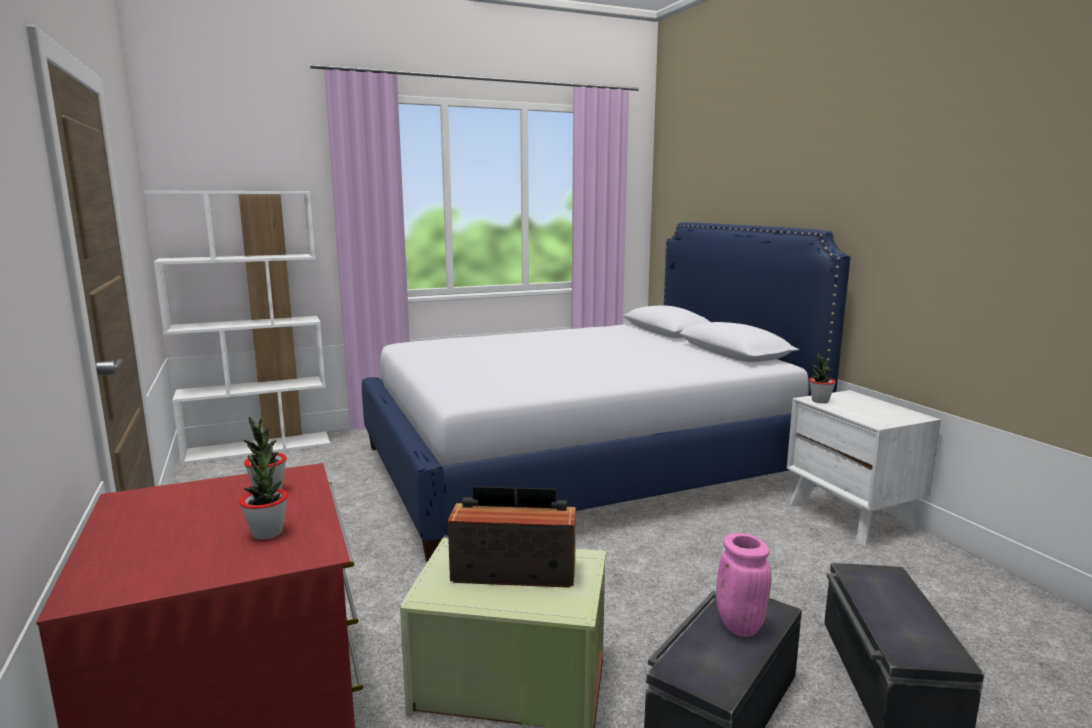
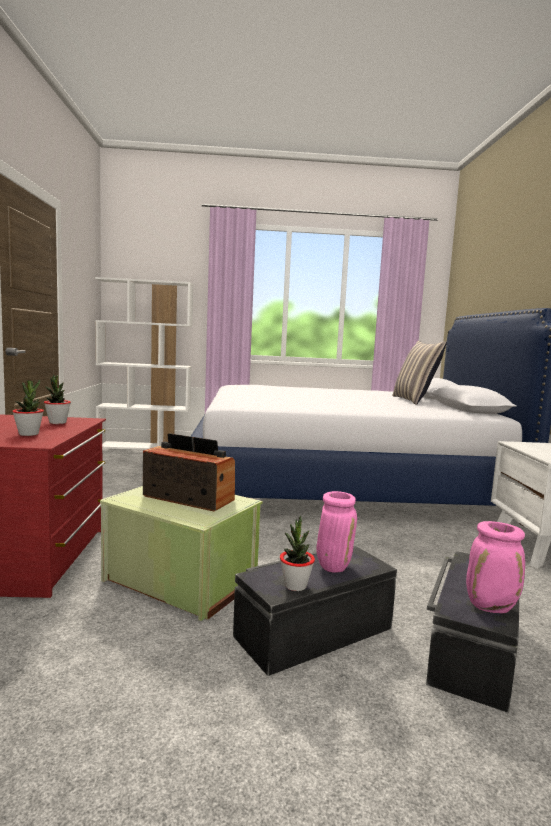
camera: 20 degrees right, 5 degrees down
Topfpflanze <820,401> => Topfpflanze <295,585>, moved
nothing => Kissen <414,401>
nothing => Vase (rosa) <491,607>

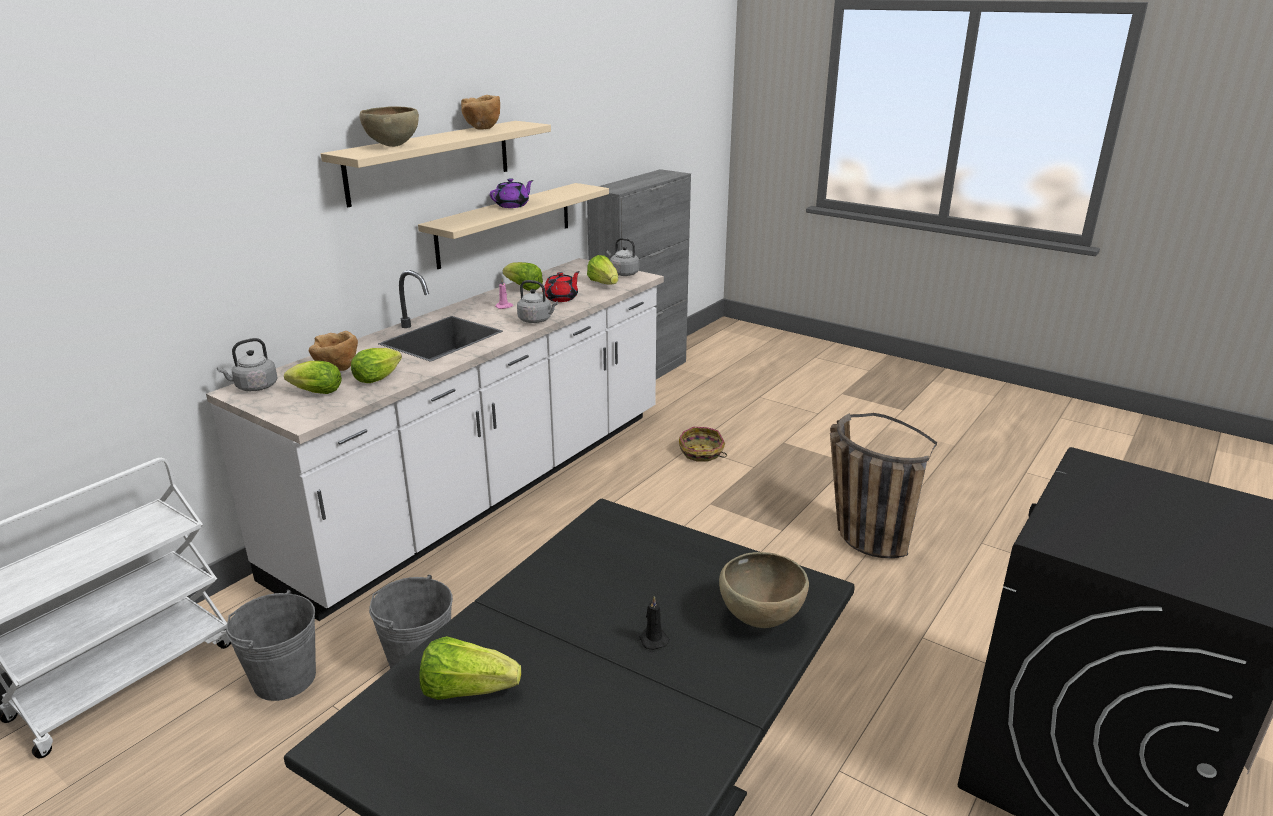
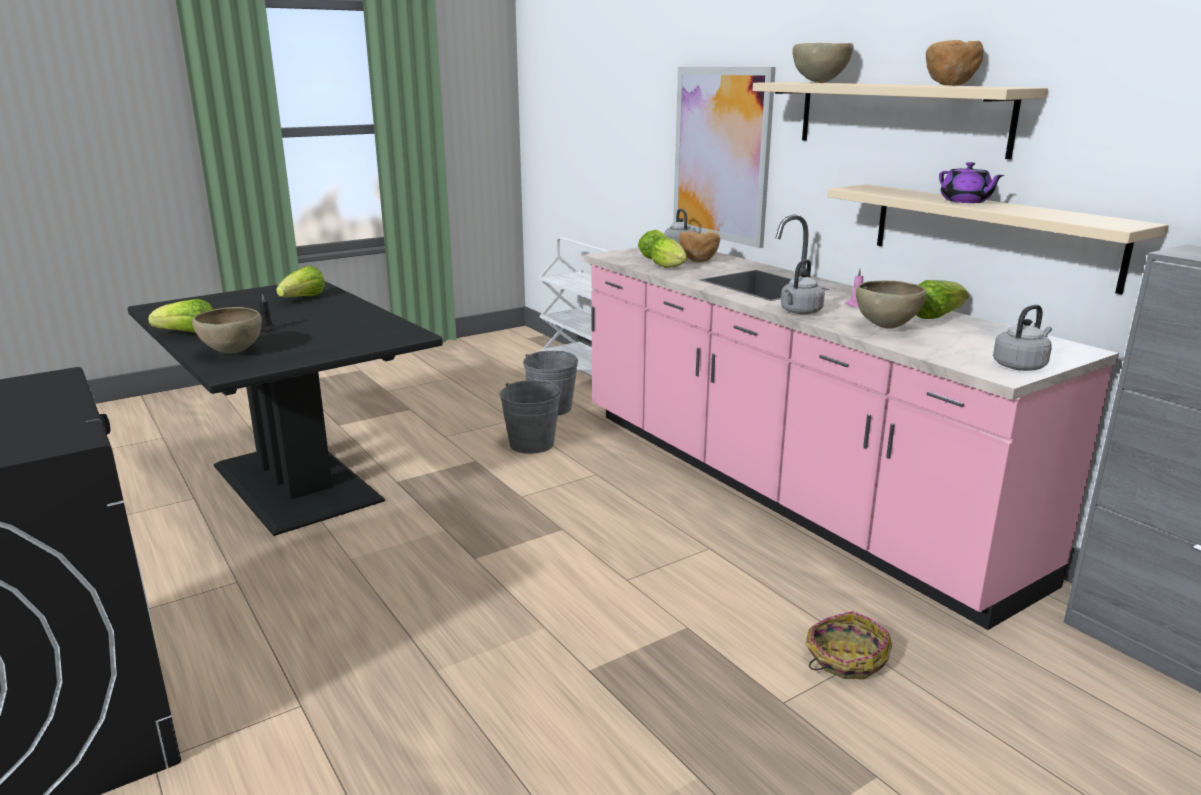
camera: 110 degrees right, 5 degrees down
Salatkopf <604,284> => Salatkopf <188,334>, moved
Küchenzeile (weiß) <487,489> => Küchenzeile (rosa) <780,489>
Teekanne (rot) <561,298> => Schüssel (braun) <887,327>
Korb <858,532> => nothing
nothing => Bild <721,154>

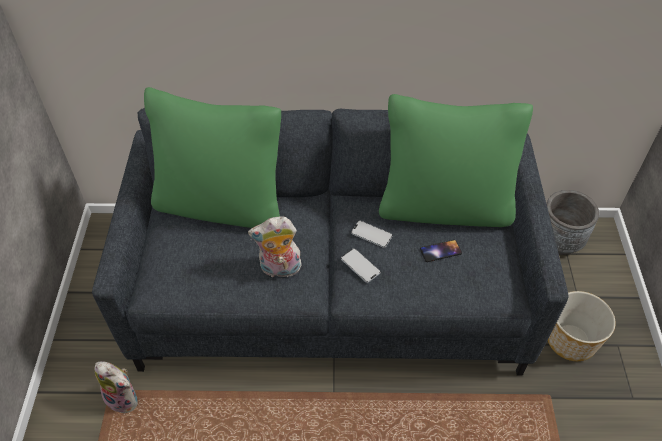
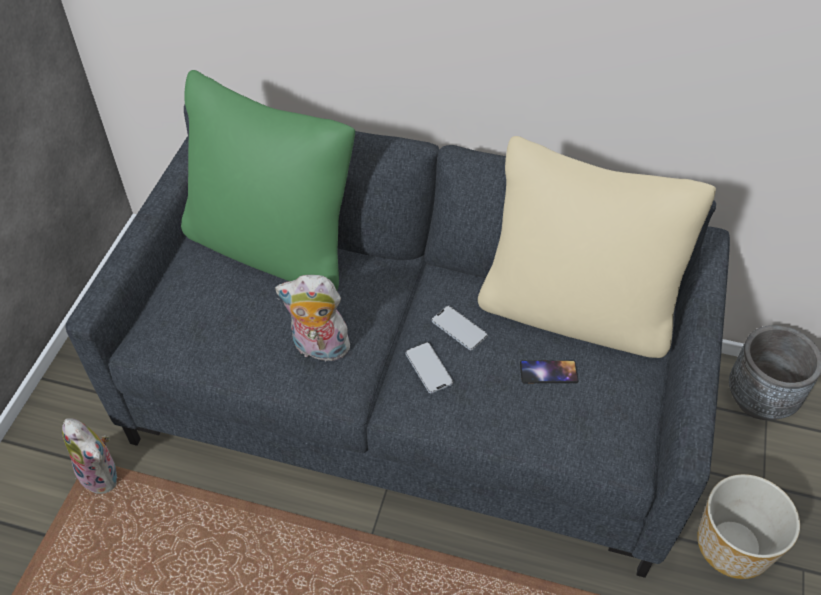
camera: 15 degrees right, 0 degrees up
Kissen (grün) <444,207> => Kissen (beige) <575,311>

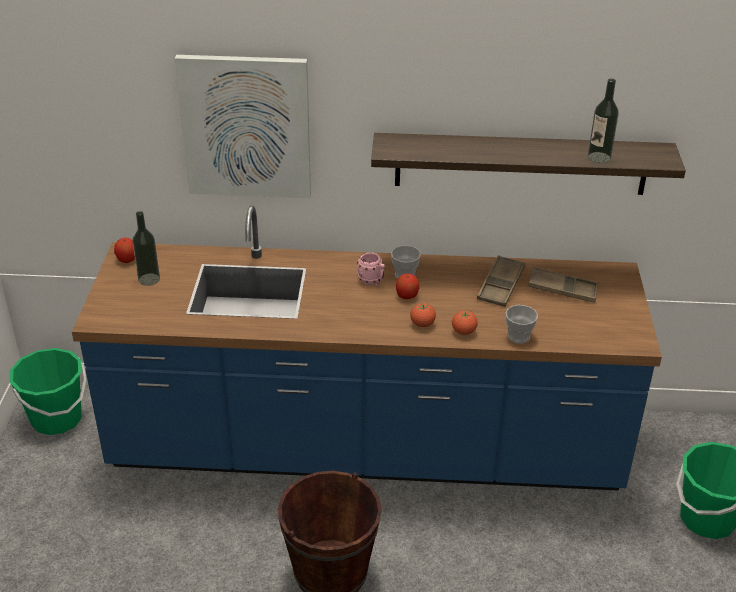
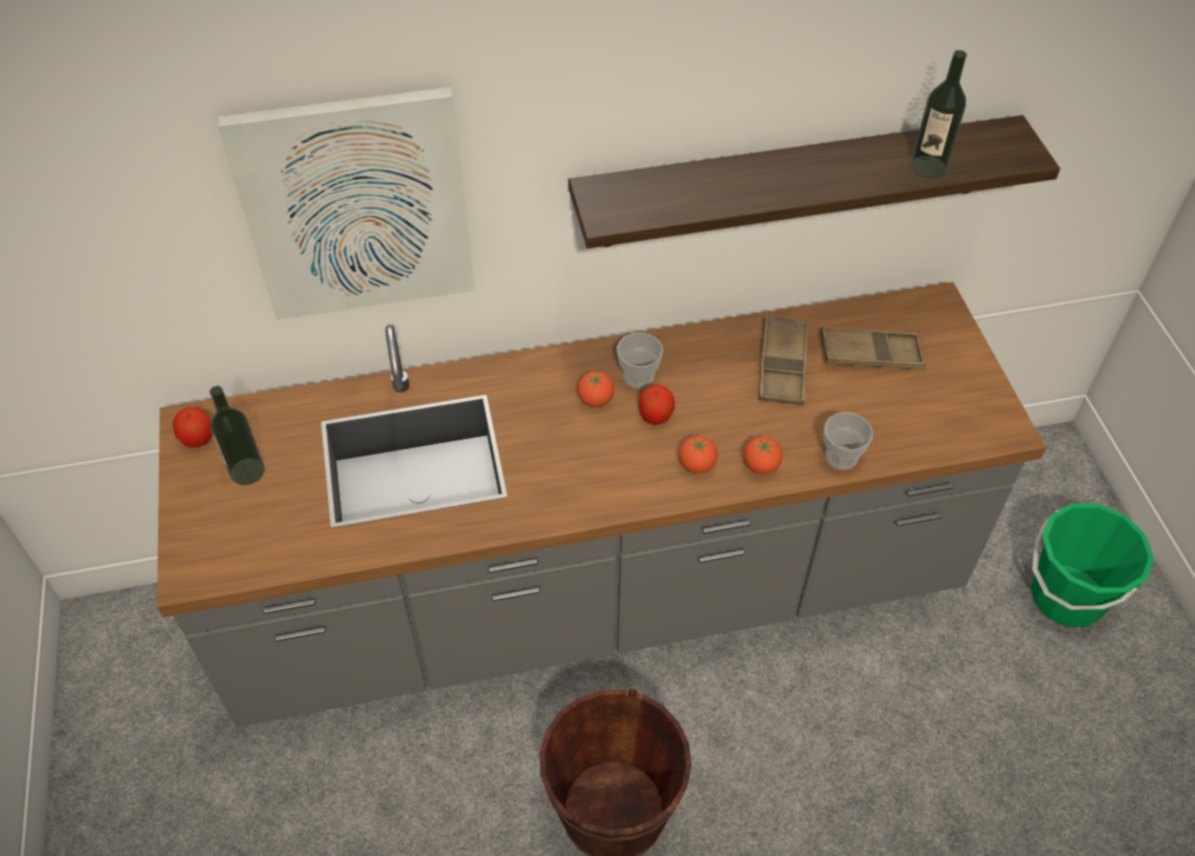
camera: 15 degrees left, 15 degrees up
Küchenzeile (blau) <366,449> => Küchenzeile (grau) <597,595>
Henkelbecher (rosa) <372,282> => Tomate <595,400>
Eimer (grün) <57,418> => nothing

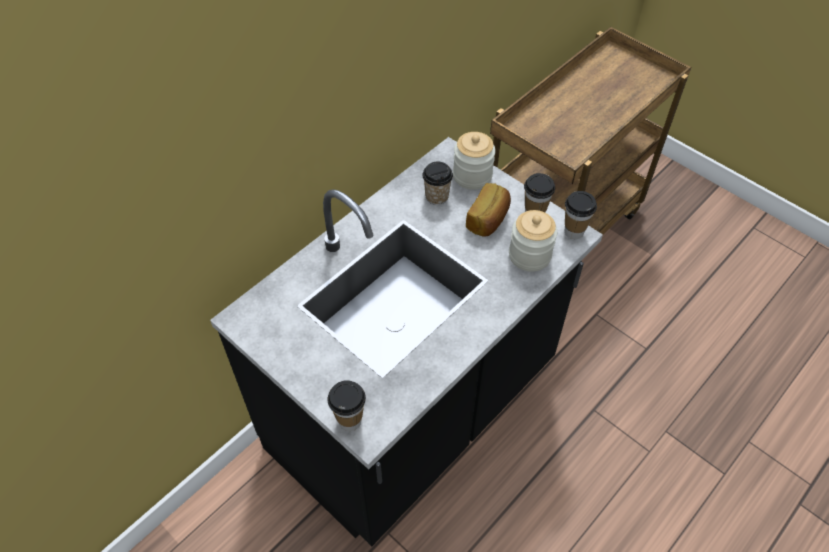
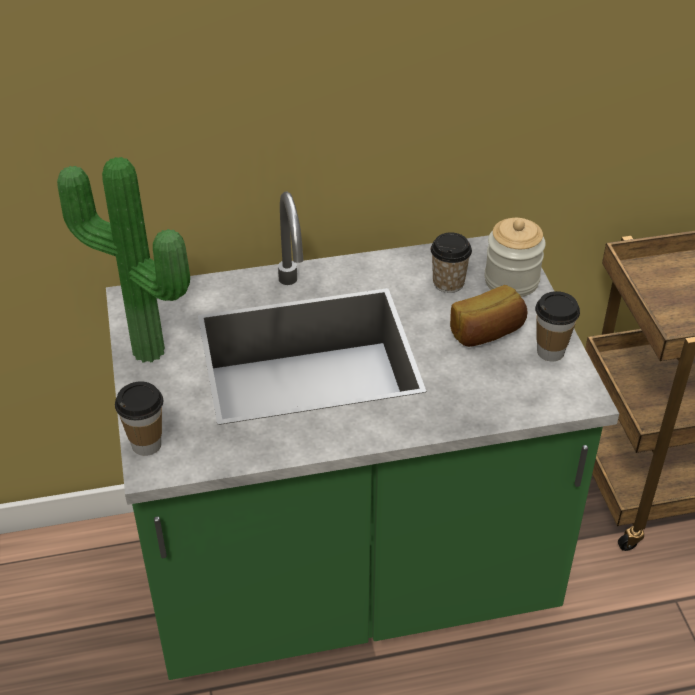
camera: 35 degrees right, 10 degrees down
Küchenzeile (schwarz) <414,410> => Küchenzeile (grün) <348,578>
Tasse <574,231> => nothing
Vorratsglas <529,255> => nothing
nothing => Topfpflanze <145,355>

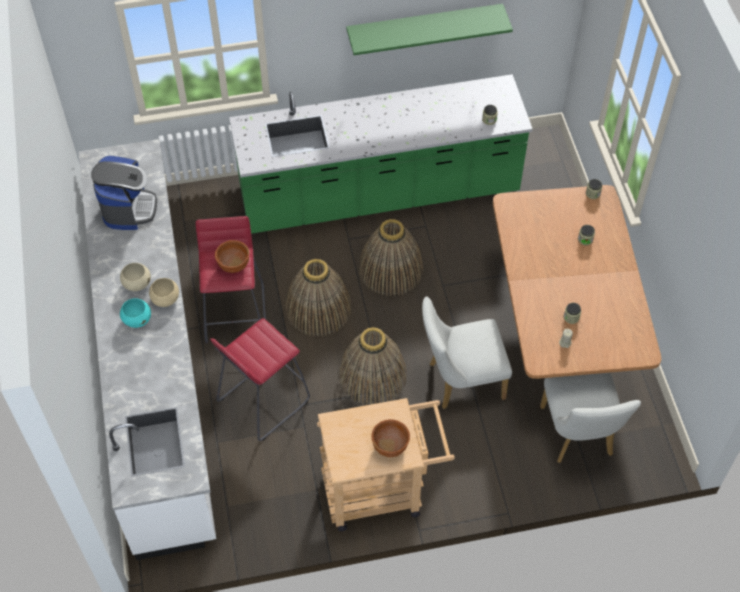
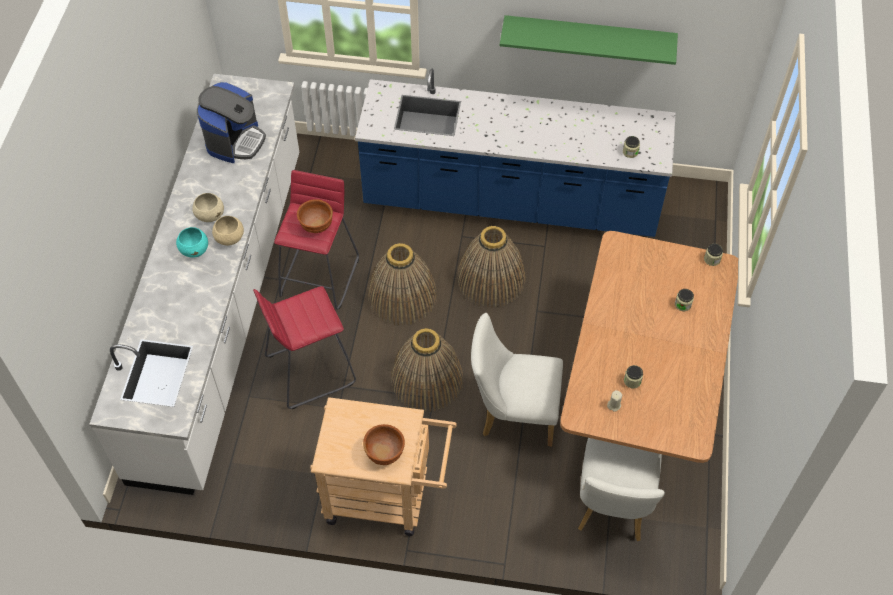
camera: 20 degrees right, 0 degrees up
Küchenzeile (grün) <379,196> => Küchenzeile (blau) <510,203>

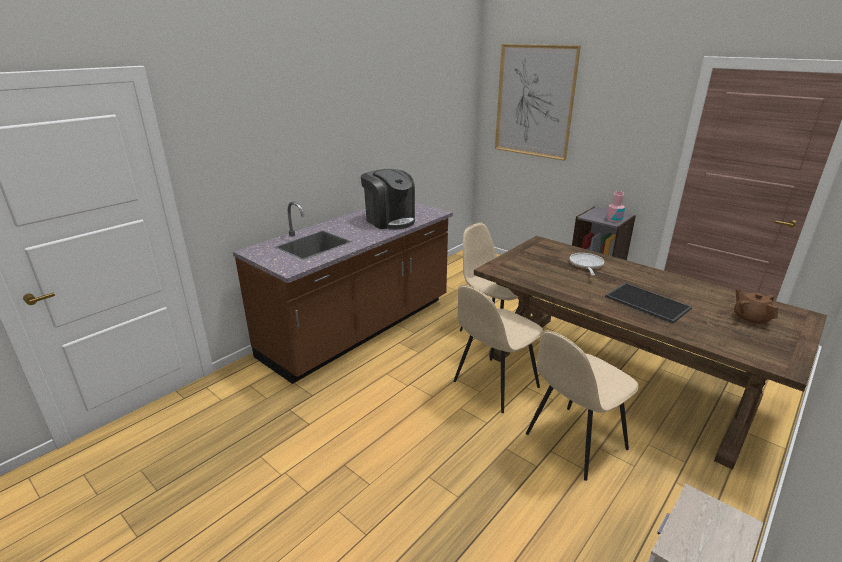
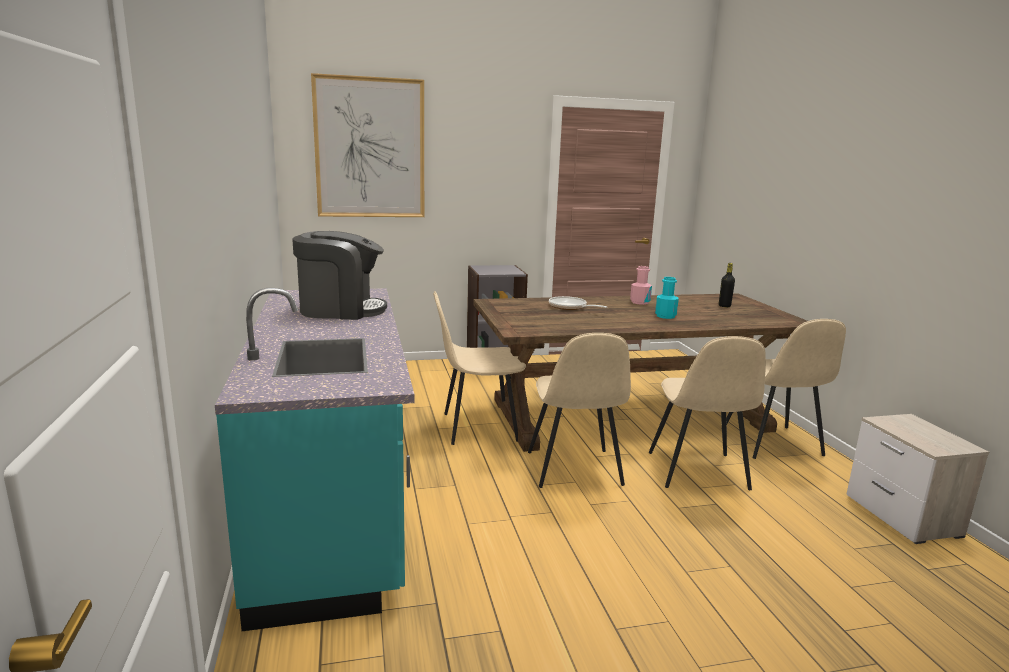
camera: 55 degrees left, 10 degrees down
Flasche (rosa) <614,219> => Flasche (rosa) <640,302>, moved
Küchenzeile (braun) <359,328> => Küchenzeile (türkis) <334,502>
Tablett <646,303> => Flasche (türkis) <665,316>
Teekanne (braun) <750,319> => Flasche (schwarz) <724,306>
nothing => Stuhl (beige) <772,443>

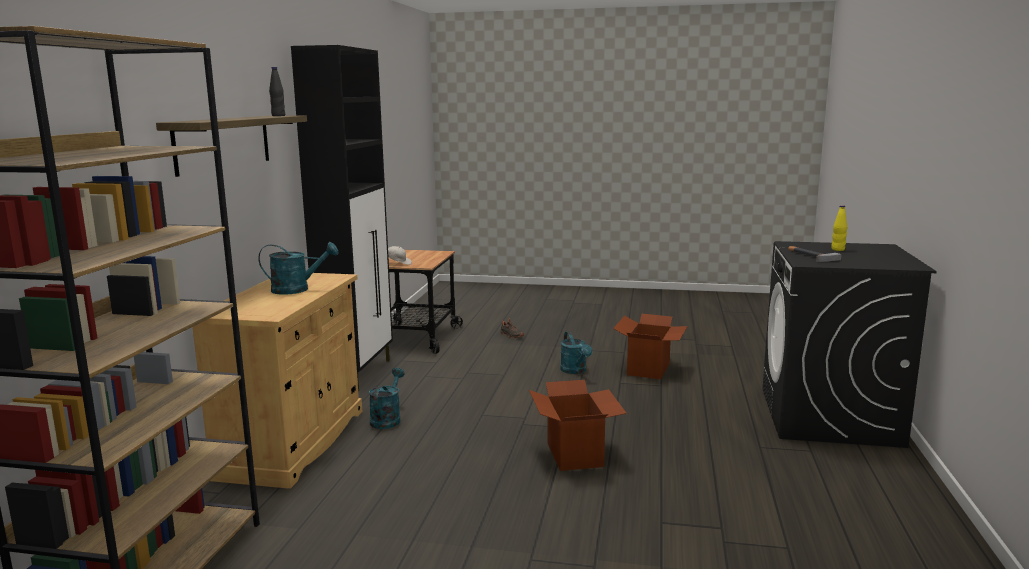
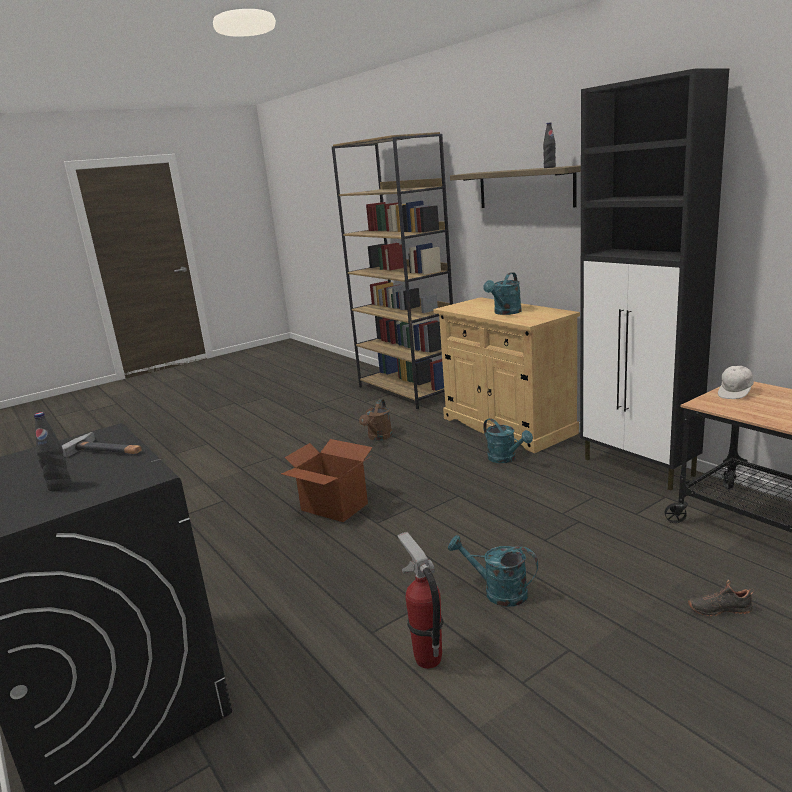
camera: 135 degrees right, 5 degrees up
Flasche (gelb) <838,249> => Flasche (schwarz) <60,486>
Karton <649,369> => Feuerlöscher <427,659>
nothing => Gießkanne (braun) <378,437>

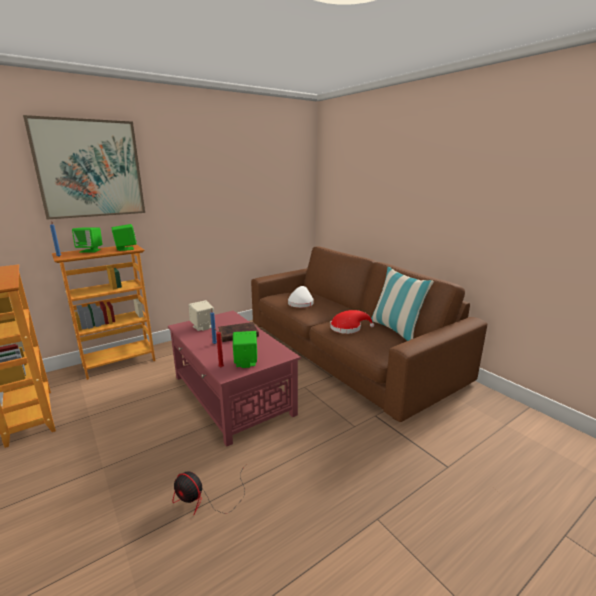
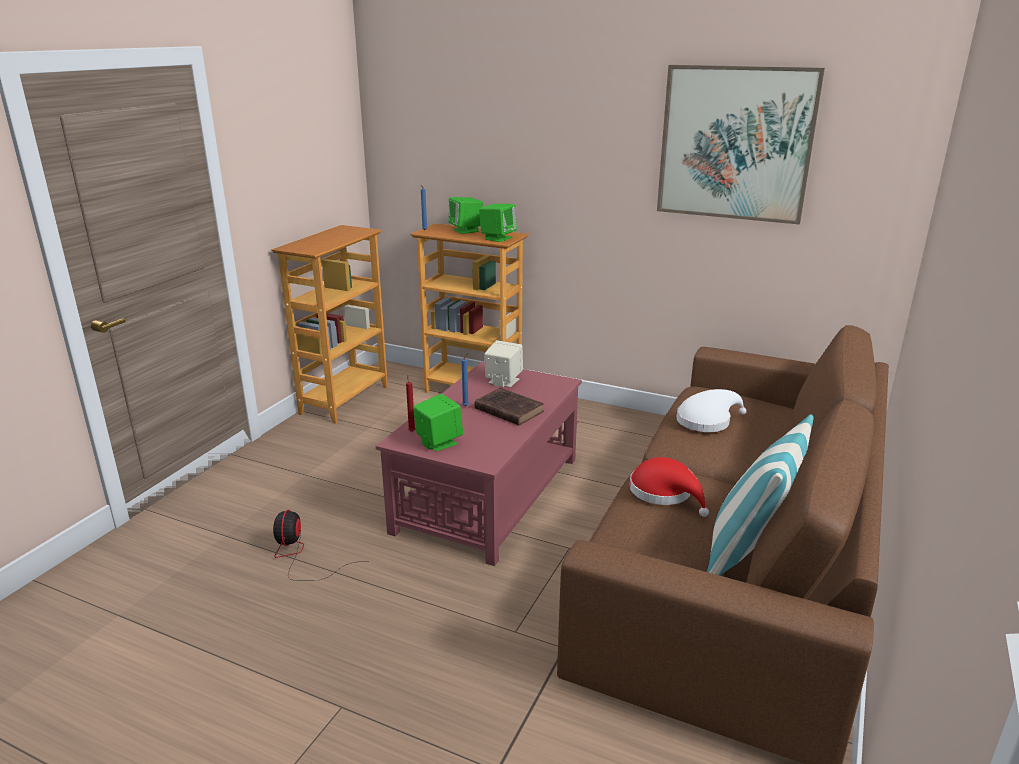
camera: 60 degrees right, 5 degrees up
Bild <90,169> => Bild <735,144>, moved

